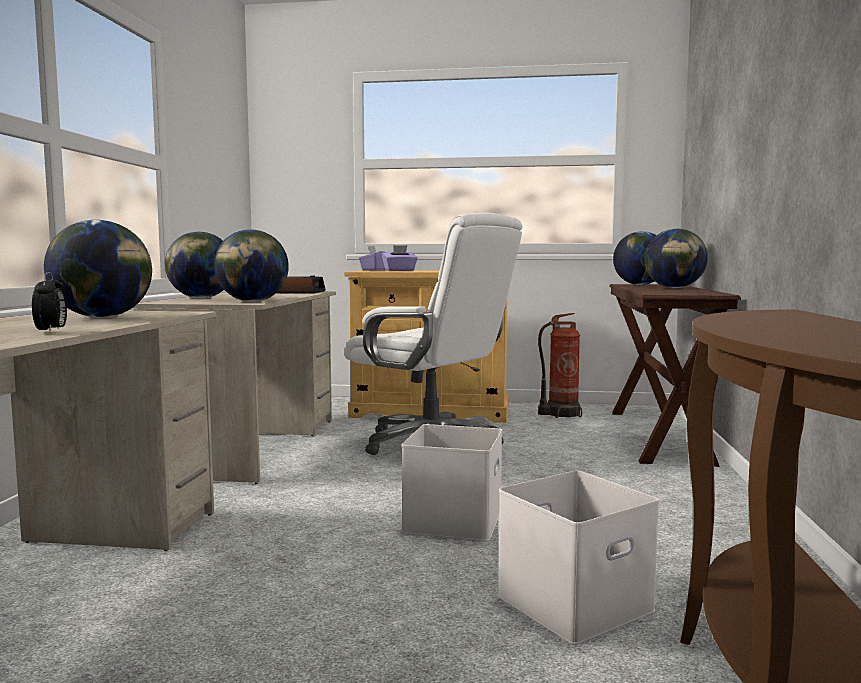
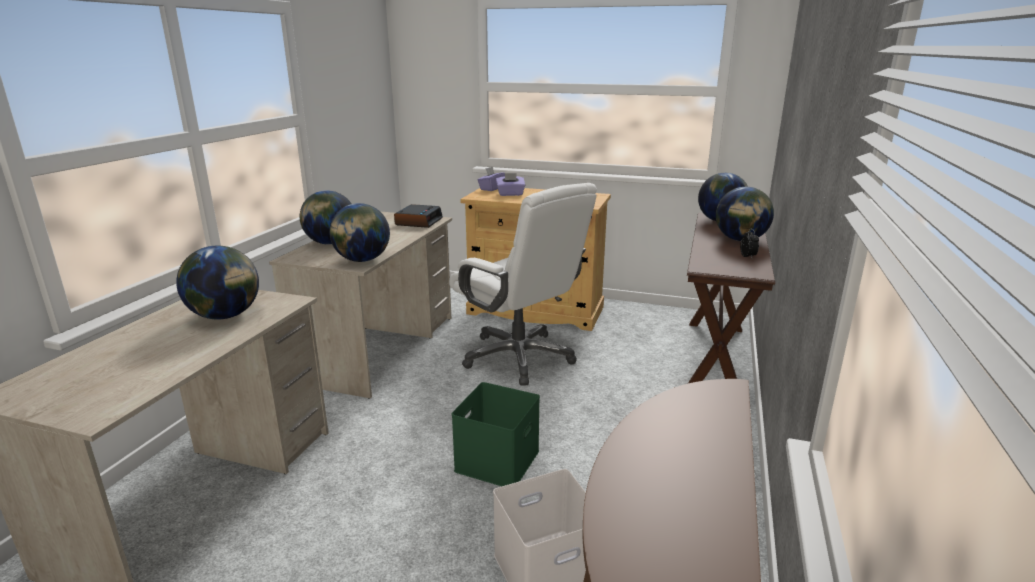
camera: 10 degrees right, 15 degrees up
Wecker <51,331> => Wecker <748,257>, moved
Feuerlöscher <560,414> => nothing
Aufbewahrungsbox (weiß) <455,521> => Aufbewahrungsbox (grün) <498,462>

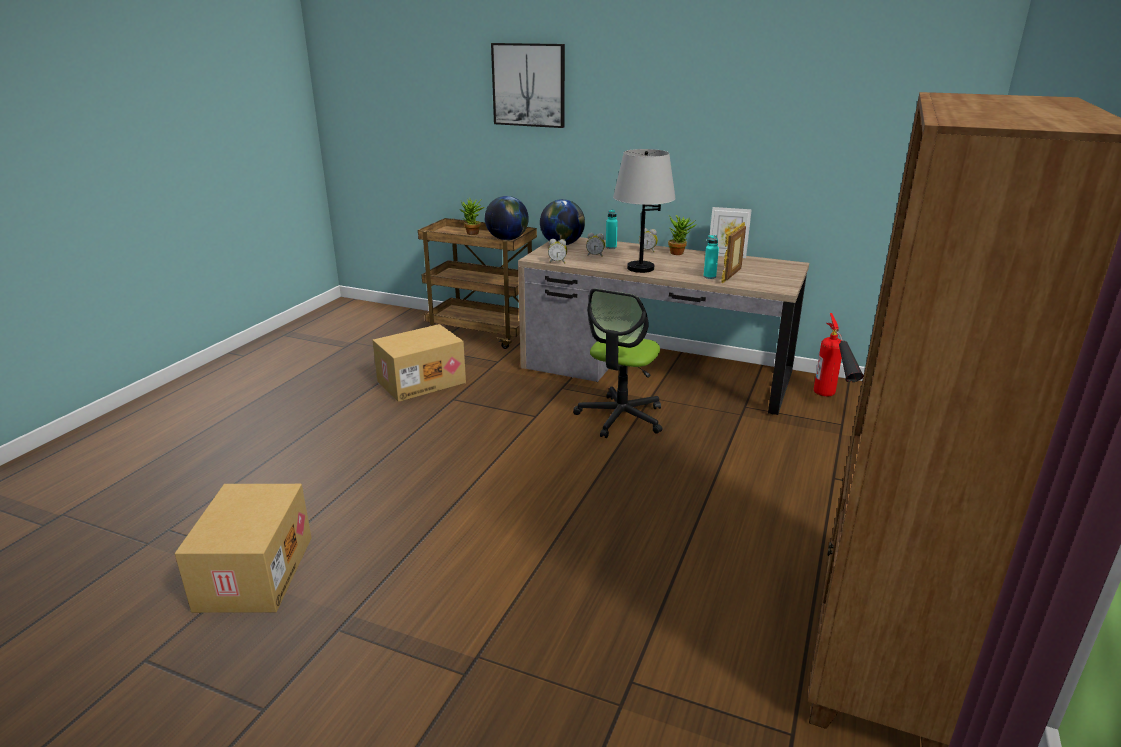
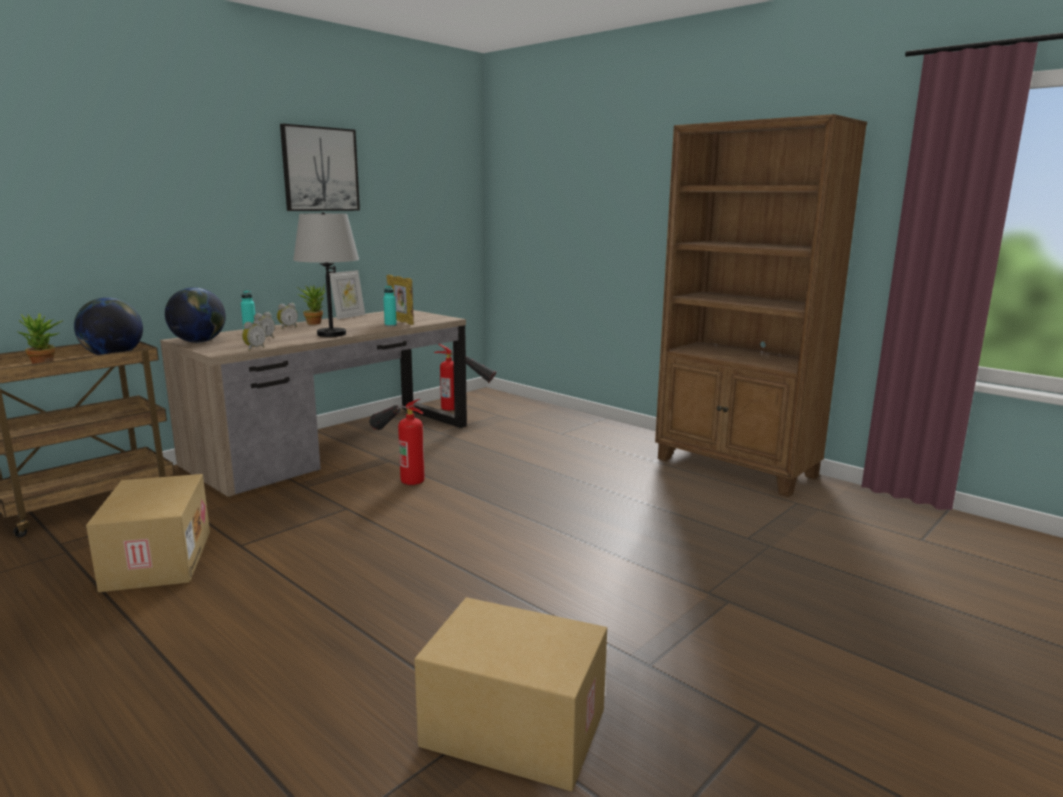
camera: 70 degrees left, 10 degrees down
Bild <529,85> => Bild <320,169>, moved
Bürostuhl <620,417> => Feuerlöscher <400,474>

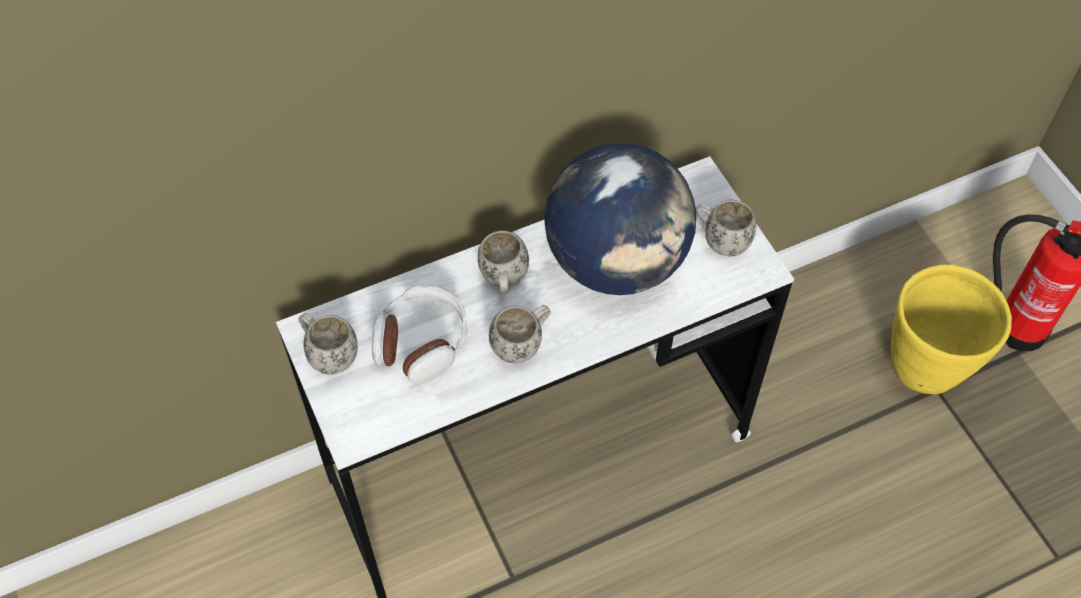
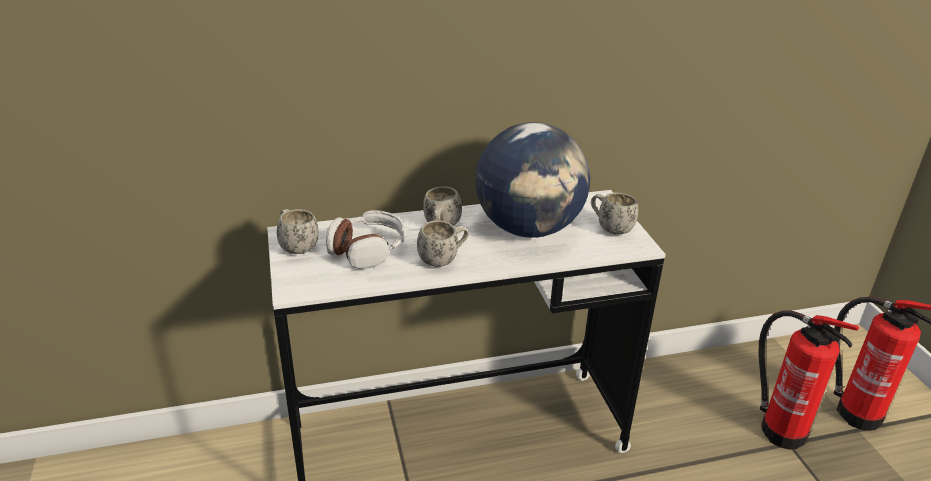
camera: 10 degrees right, 25 degrees down
Pflanzkübel (gelb) <925,369> => Feuerlöscher <779,429>

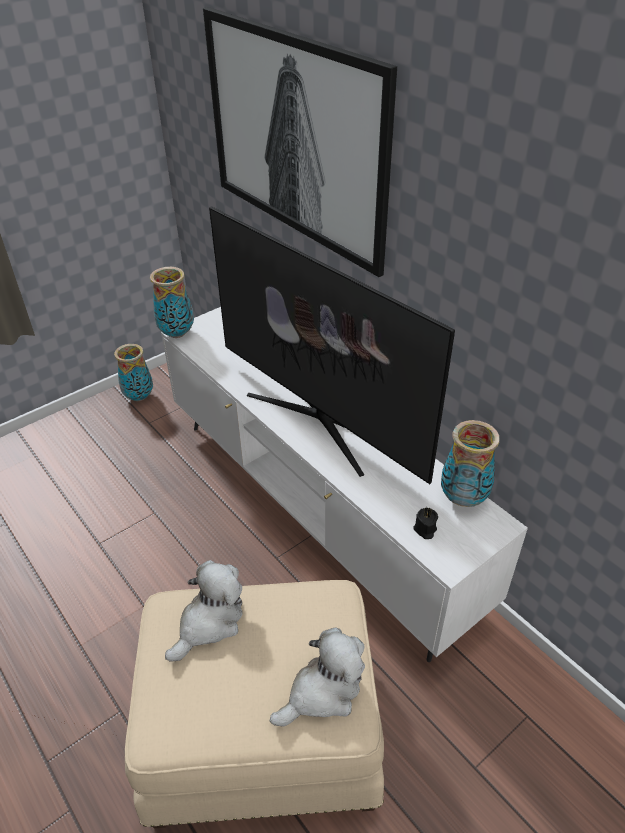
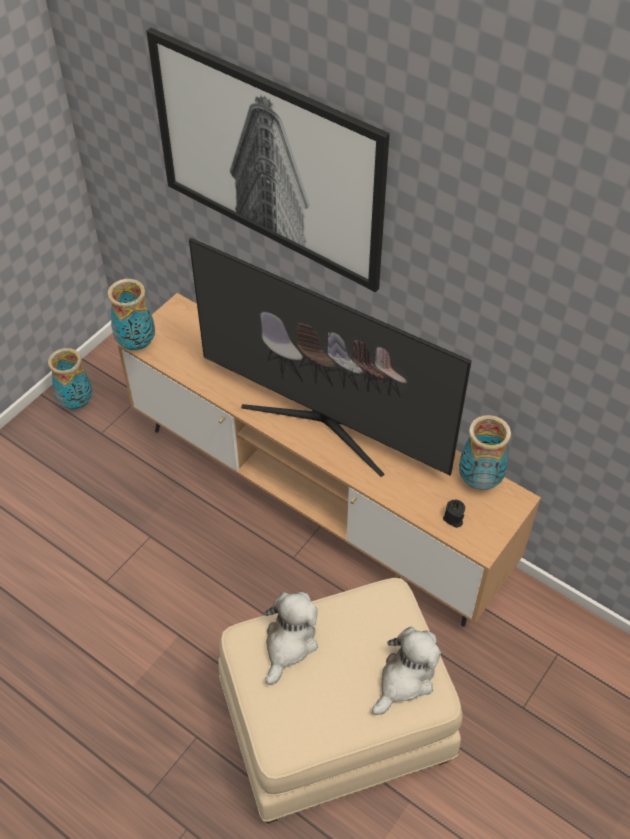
camera: 15 degrees left, 10 degrees up
Fernsehschrank (weiß) <315,511> => Fernsehschrank (braun) <316,500>

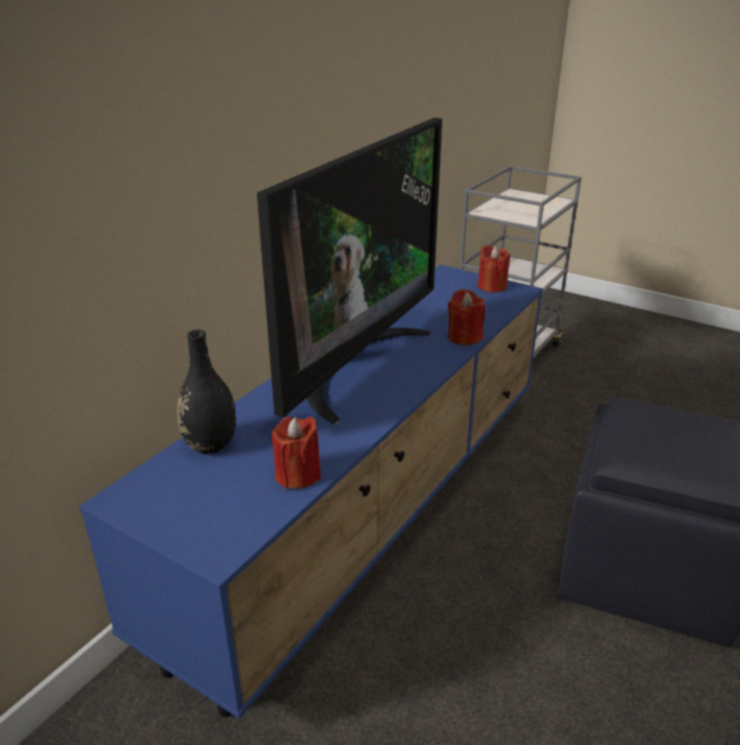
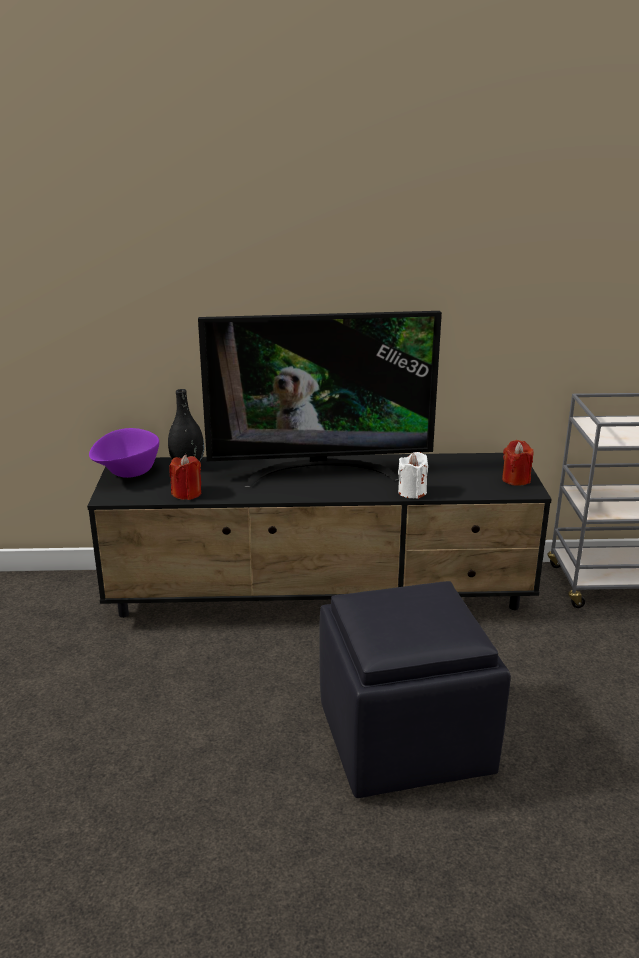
camera: 55 degrees right, 5 degrees down
Fernsehschrank (blau) <371,512> => Fernsehschrank (schwarz) <321,598>
Kerze (rot) <464,337> => Kerze (weiß) <412,492>
nothing => Schüssel (lila) <126,474>

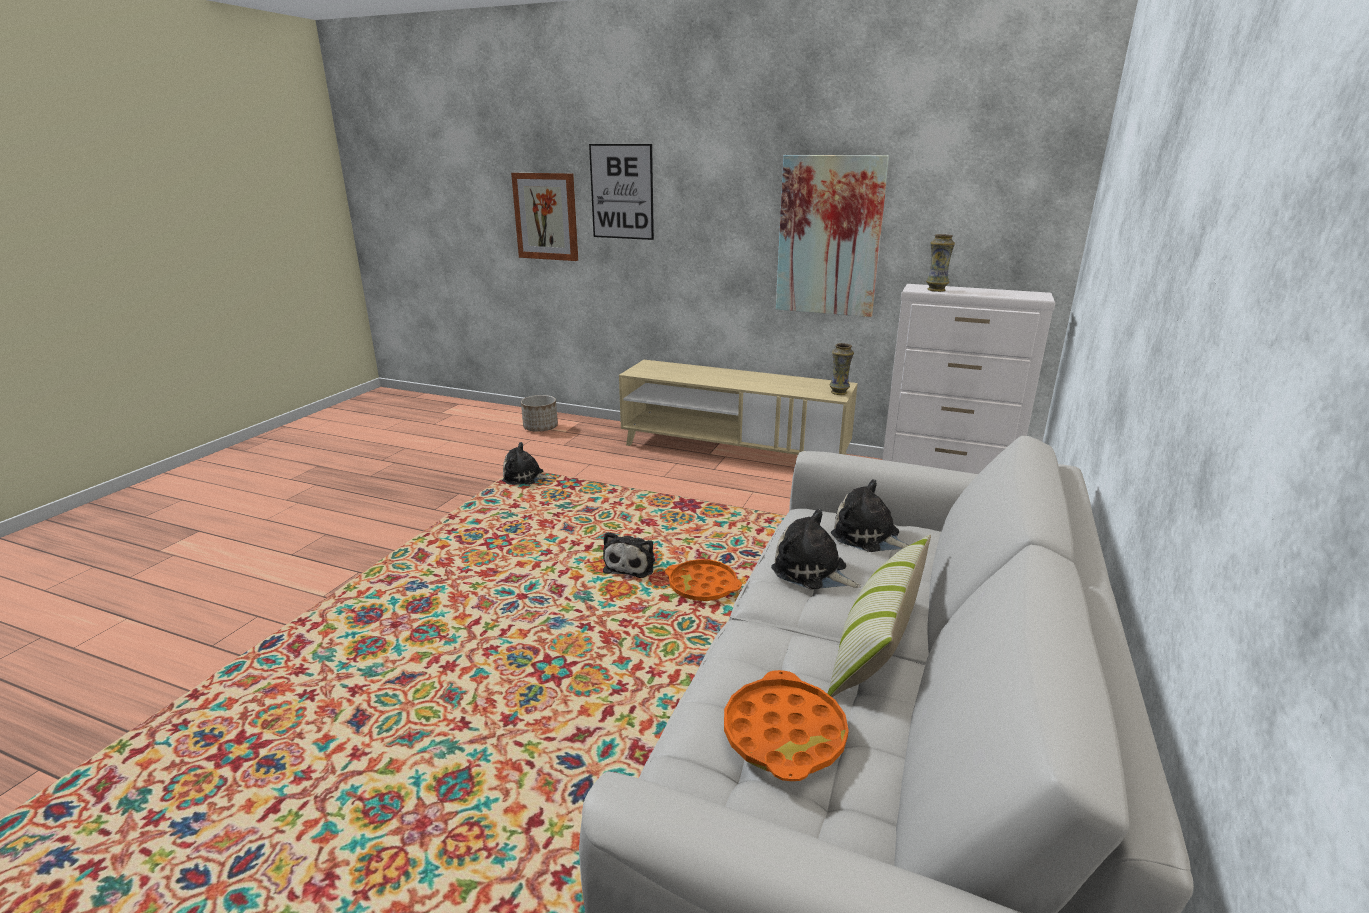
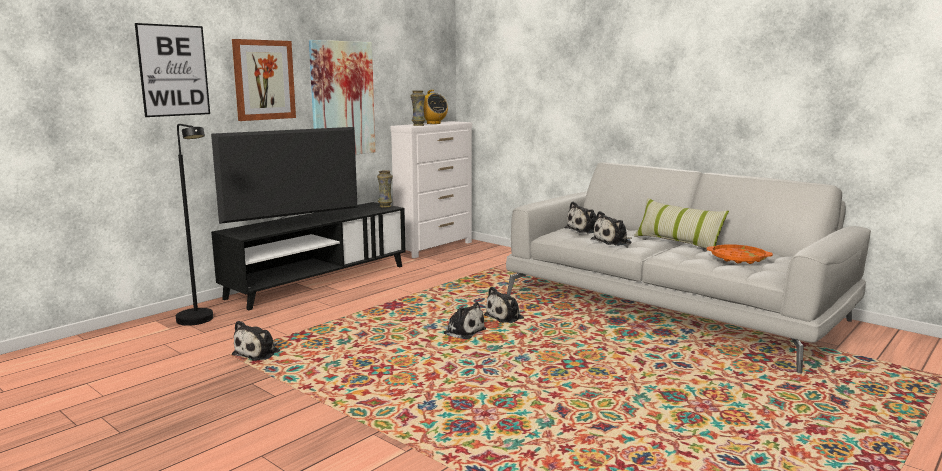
camera: 70 degrees left, 10 degrees down
Bild <546,216> => Bild <264,80>, moved
Fernsehschrank (beige) <733,450> => Fernsehschrank (schwarz) <318,281>
Pflanzkübel <541,427> => nothing
Tablett (orange) <702,586> => Plüschtier <506,317>
nothing => Radio <433,123>
nothing => Stehlampe (schwarz) <199,321>
nothing => Fernseher <292,225>

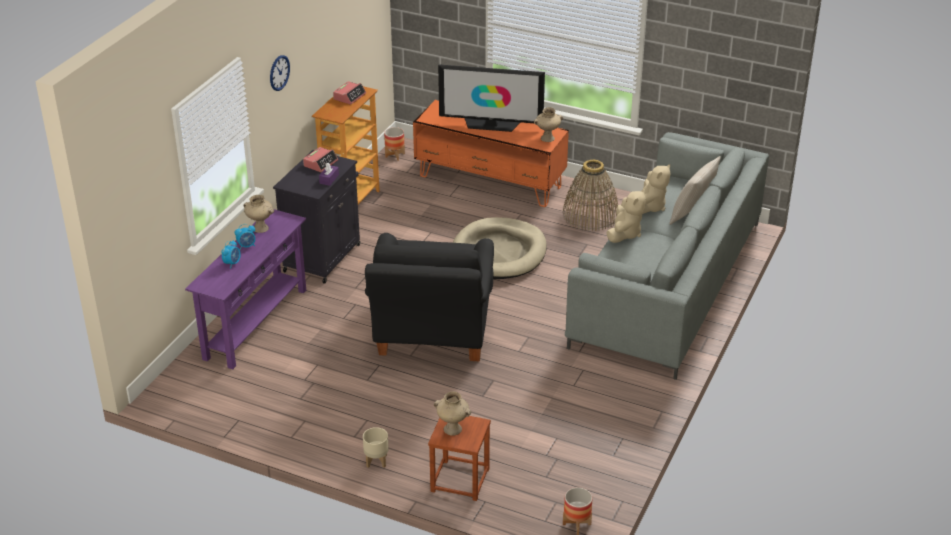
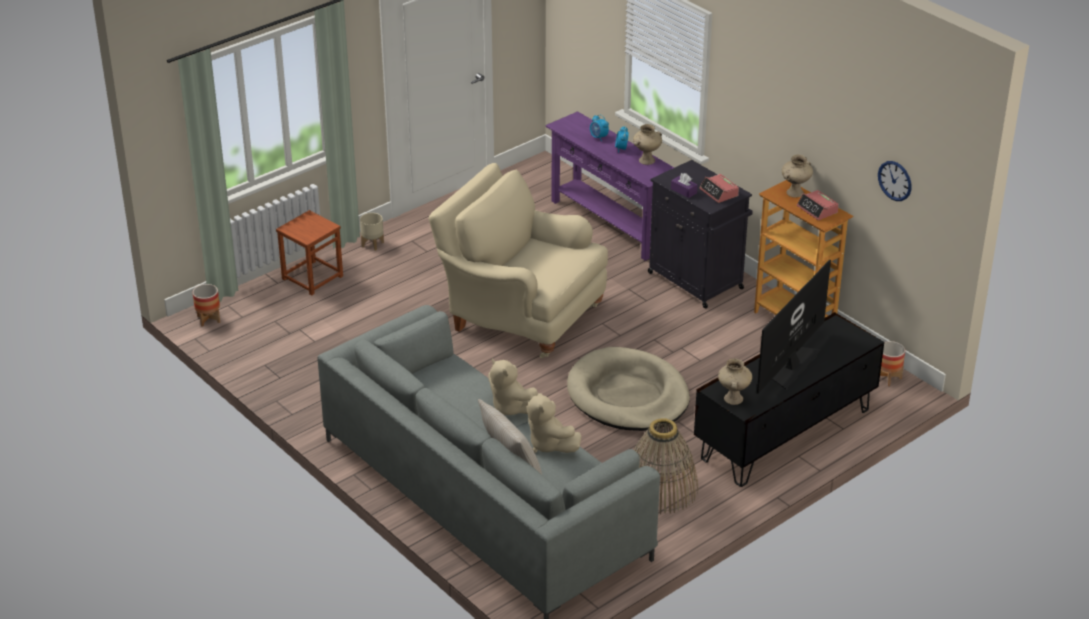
camera: 115 degrees right, 0 degrees up
Wanduhr <279,72> => Wanduhr <895,180>, moved
Fernsehschrank (orange) <490,181> => Fernsehschrank (schwarz) <784,433>
Sessel (schwarz) <432,333> => Sessel (beige) <520,315>
Vase (beige) <453,429> => Vase (beige) <795,193>, moved

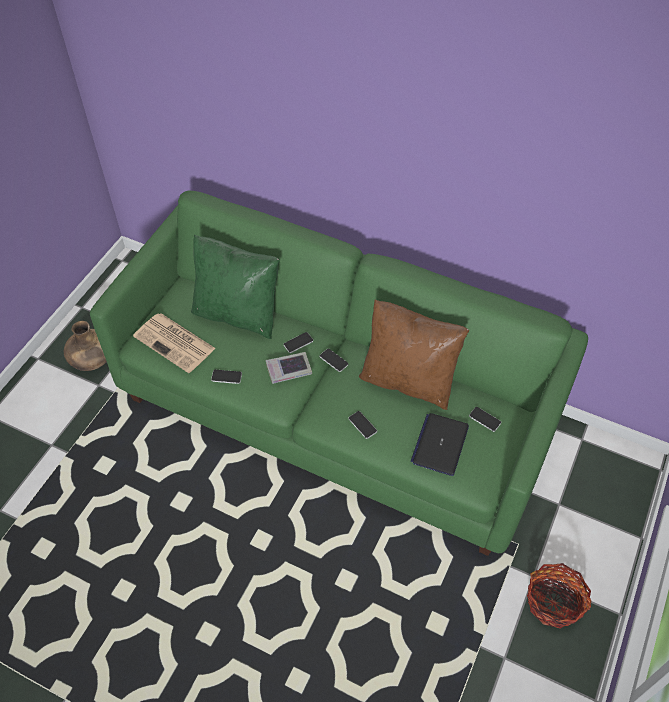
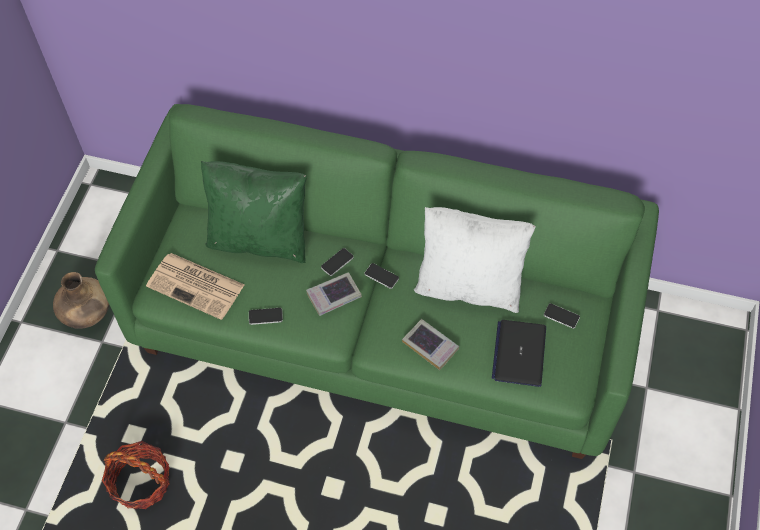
camera: 10 degrees left, 5 degrees up
Kissen (braun) <408,380> => Kissen (weiß) <469,285>
Handy <362,425> => Buch <430,346>
Korb <553,602> => Korb <142,482>, moved

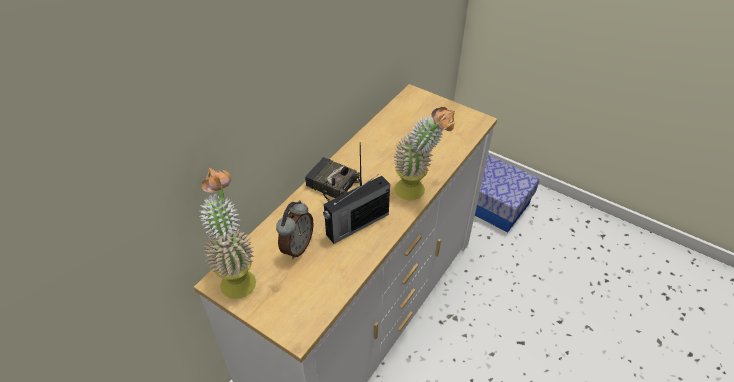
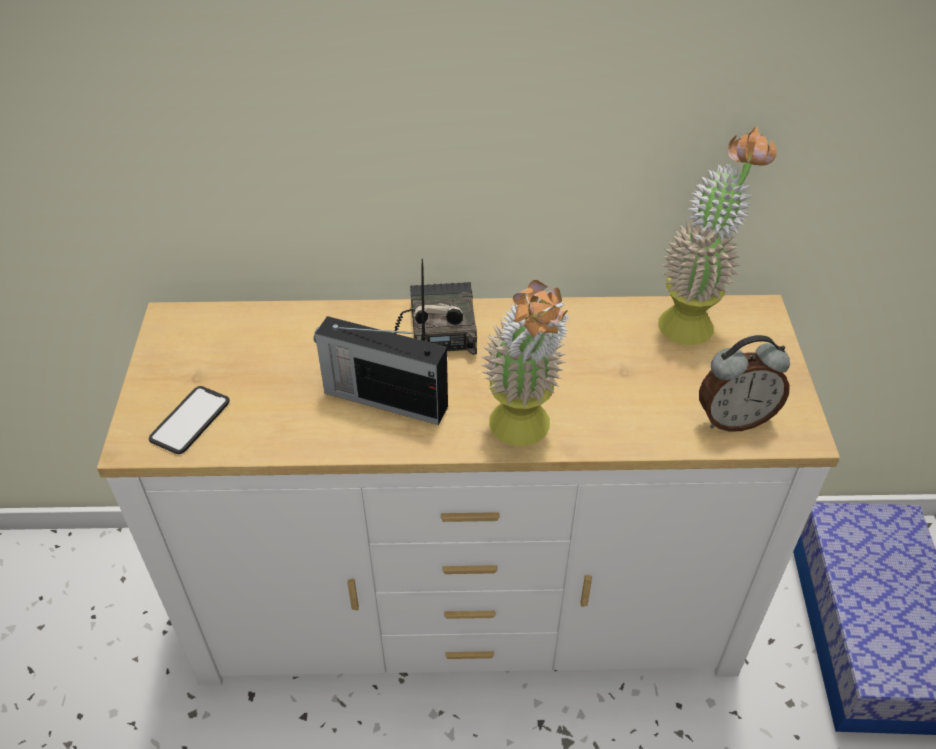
camera: 55 degrees right, 0 degrees up
Topfpflanze <237,276> => Topfpflanze <694,318>, moved
Wecker <296,247> => Wecker <733,419>, moved
nothing => Handy <190,420>

